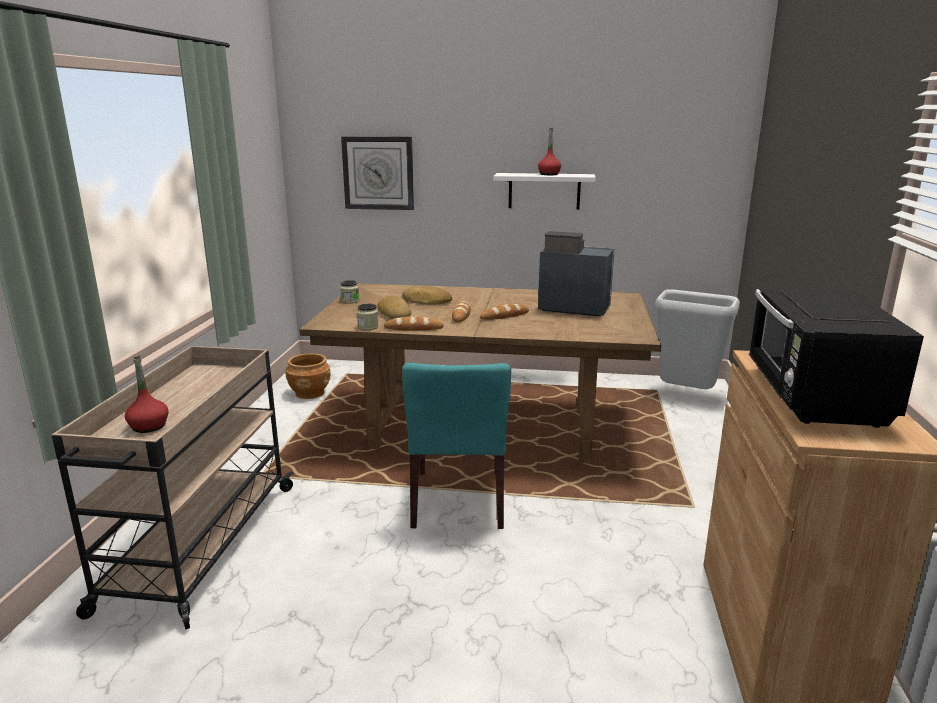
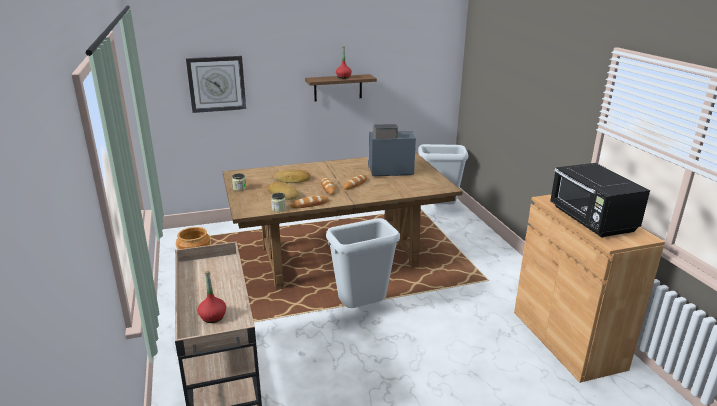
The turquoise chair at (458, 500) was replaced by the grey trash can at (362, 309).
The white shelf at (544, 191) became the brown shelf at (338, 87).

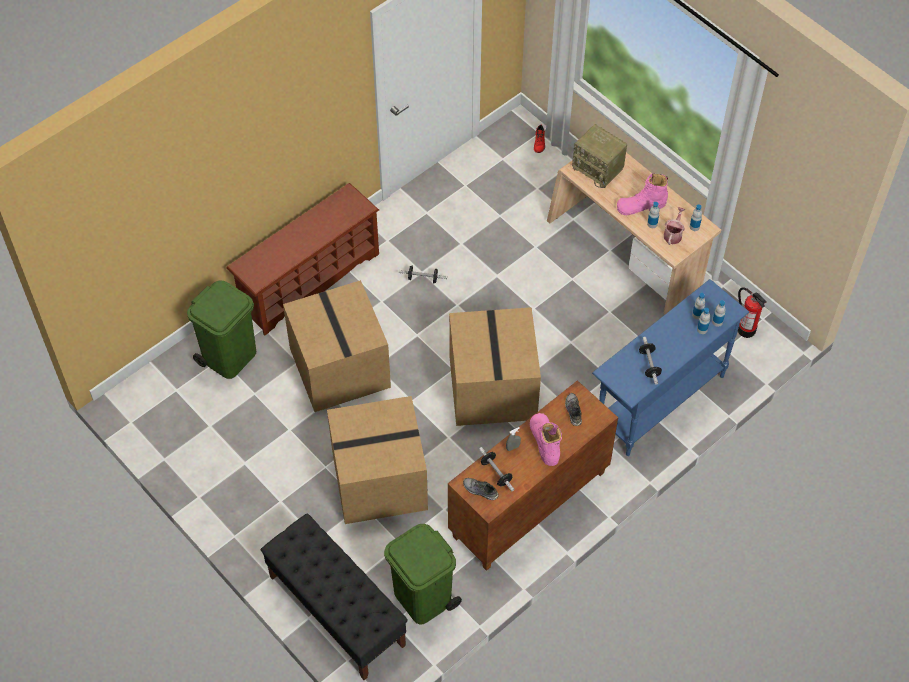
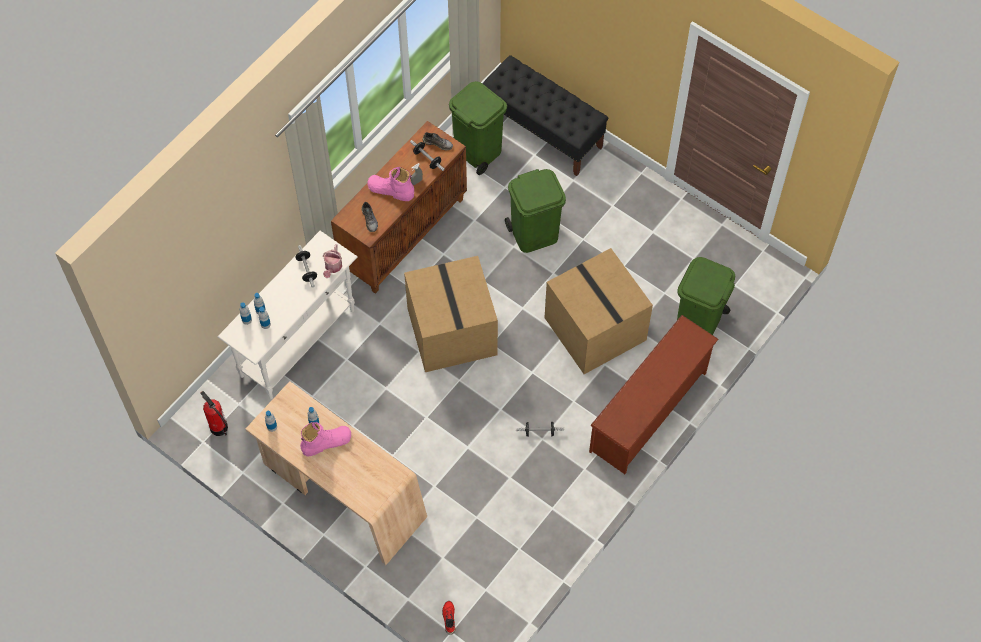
The radio at (599, 168) disappeared.
The watering can moved from (673, 234) to (332, 267).
The cardboard box at (378, 481) was replaced by the green trash can at (535, 234).
The blue console table at (659, 401) became the white console table at (298, 343).
The pink boot at (544, 441) turned 135 degrees clockwise.

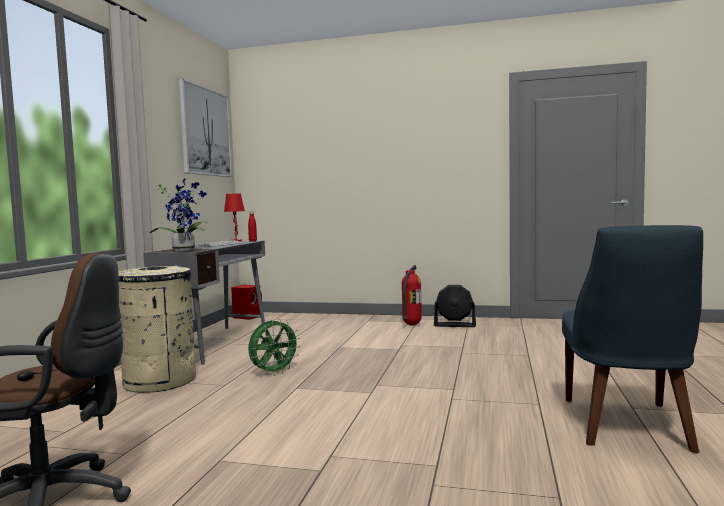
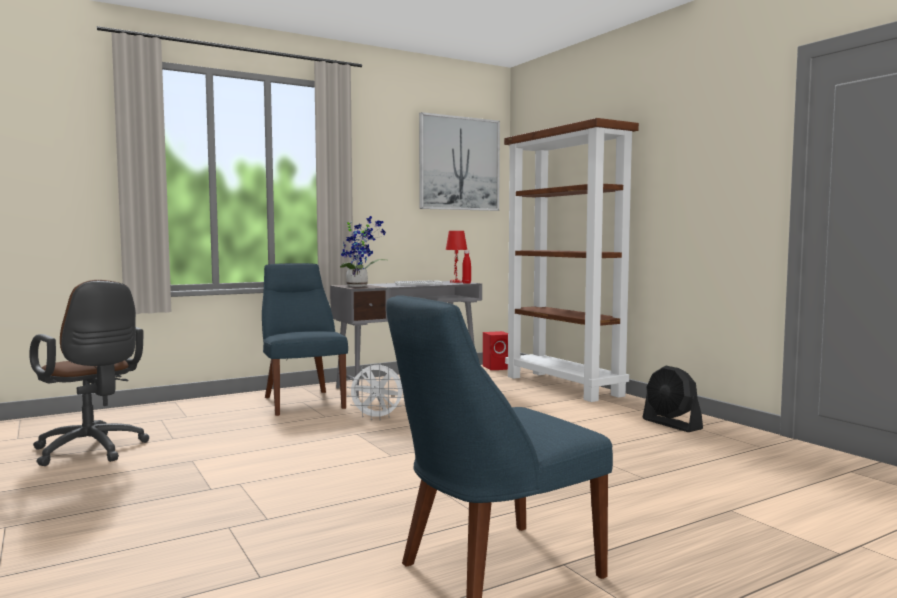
The fire extinguisher at (411, 325) disappeared.
The brown bookcase at (564, 386) appeared.
The beige trash can at (160, 381) was replaced by the blue chair at (302, 401).
The green fan at (274, 373) became the white fan at (377, 418).

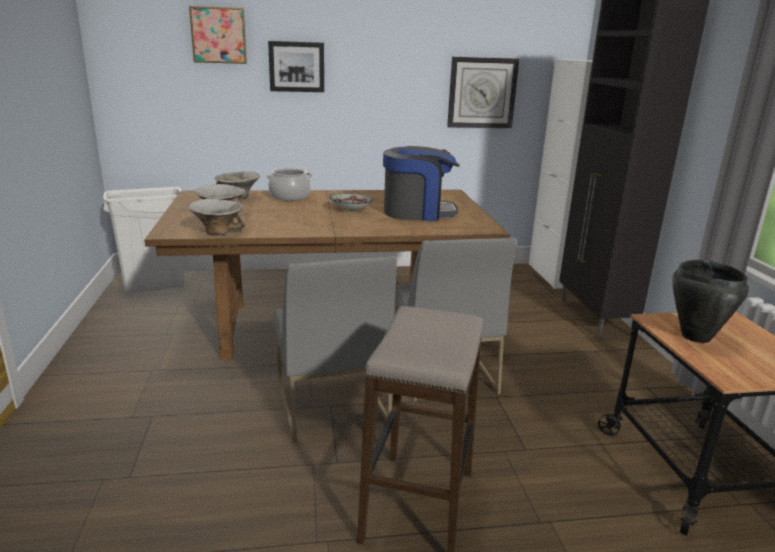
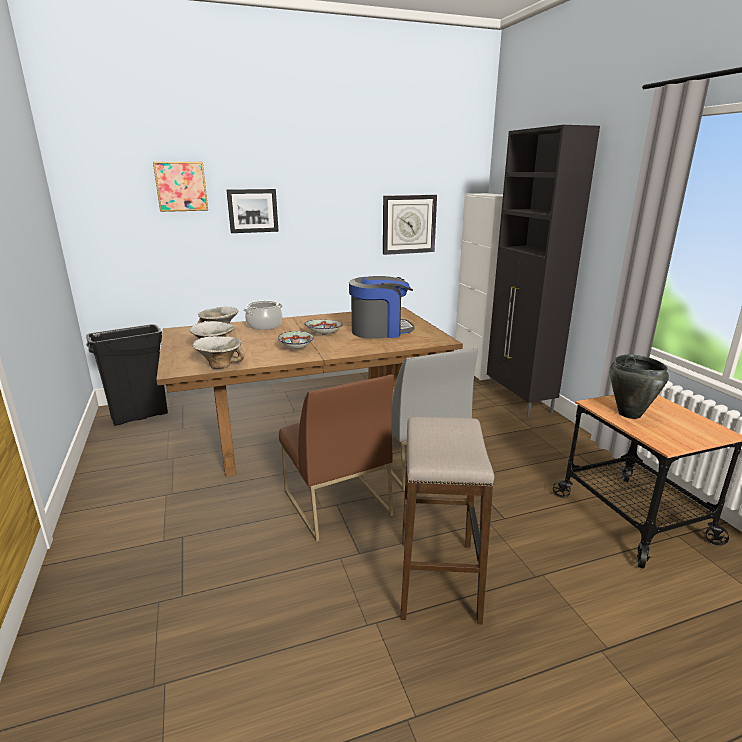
The bowl at (296, 348) appeared.
The white trash can at (155, 287) became the black trash can at (140, 416).
The grey chair at (330, 403) became the brown chair at (335, 502).

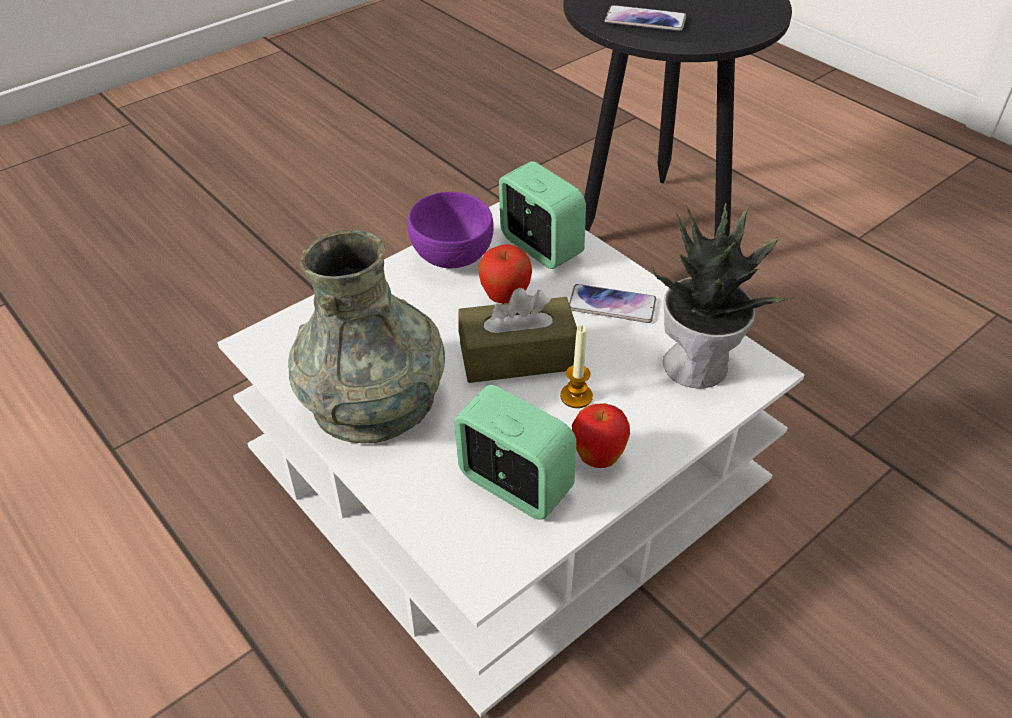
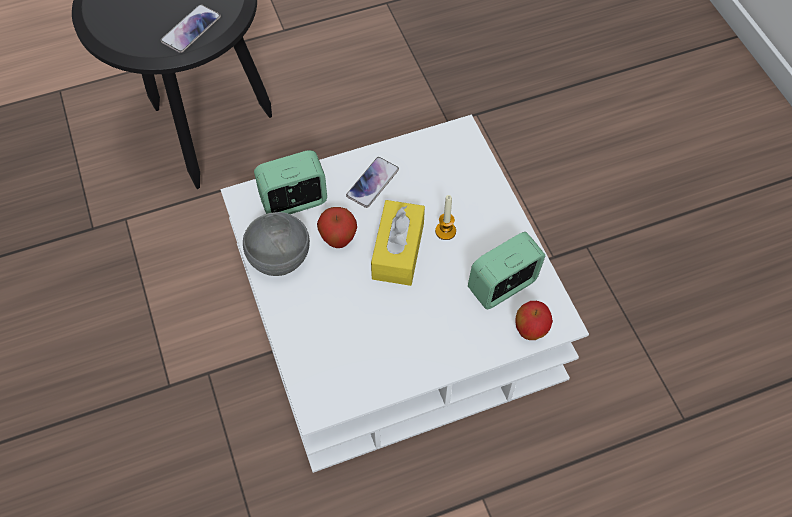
The grey vase at (374, 401) disappeared.
The potted plant at (698, 365) disappeared.
The apple moved from (597, 459) to (530, 331).
The purple bowl at (451, 257) became the grey bowl at (278, 259).
The brown tissue box at (517, 356) became the yellow tissue box at (398, 251).

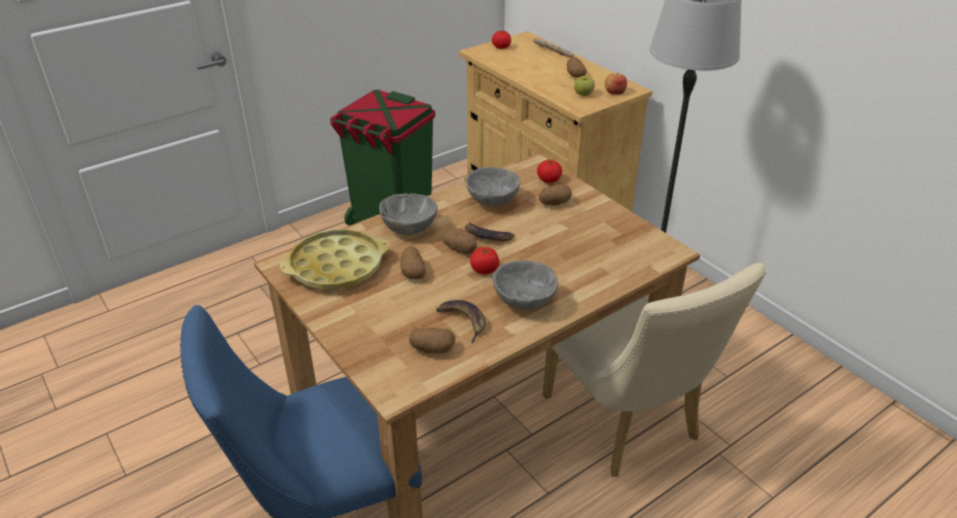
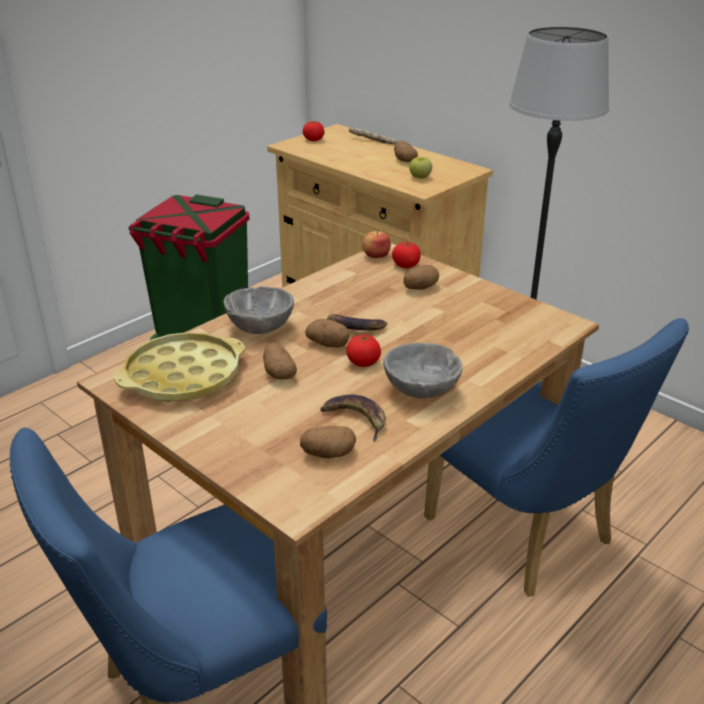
The grey bowl at (493, 201) disappeared.
The apple moved from (614, 92) to (376, 255).
The beige chair at (627, 425) became the blue chair at (528, 537).

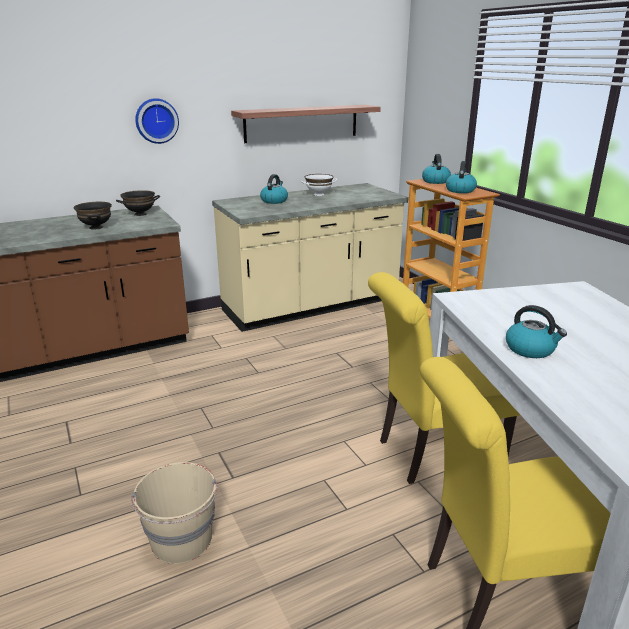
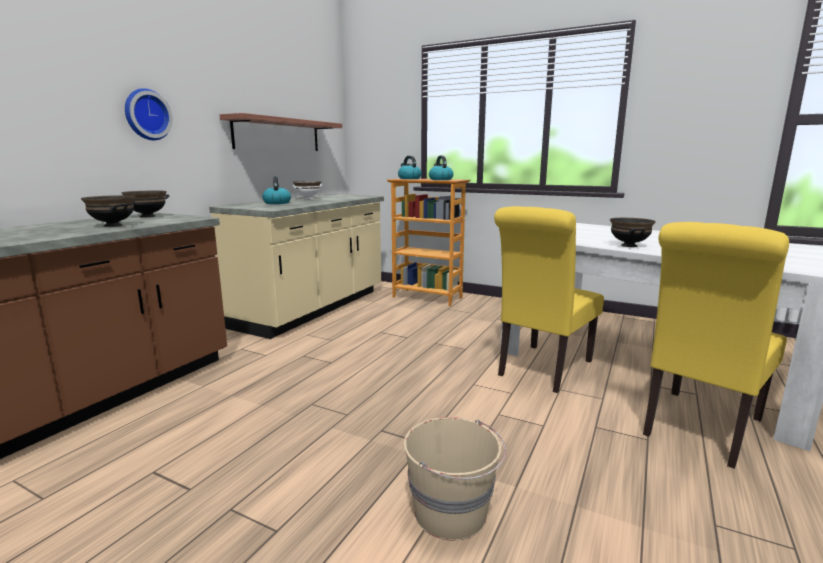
The kettle at (531, 349) was replaced by the black bowl at (628, 245).

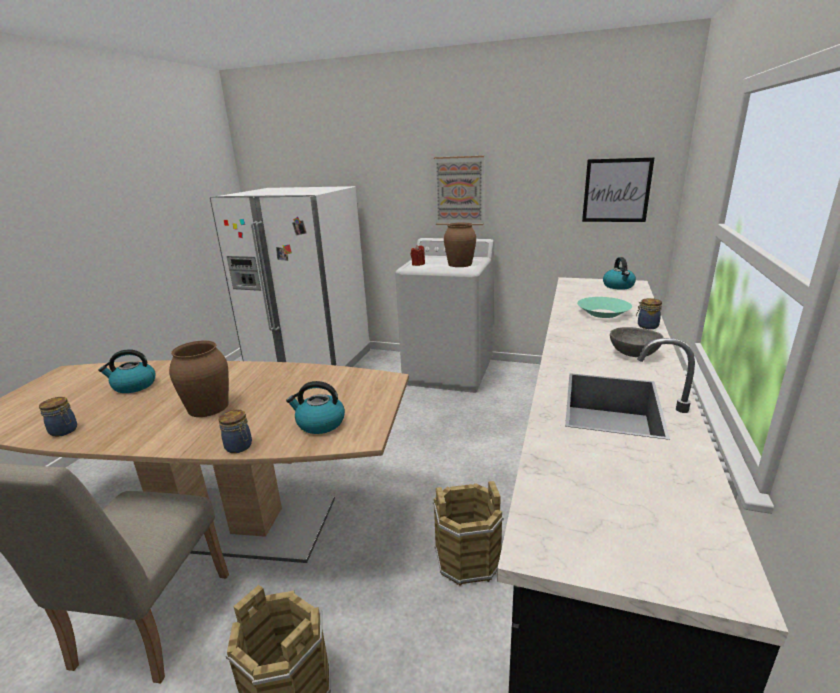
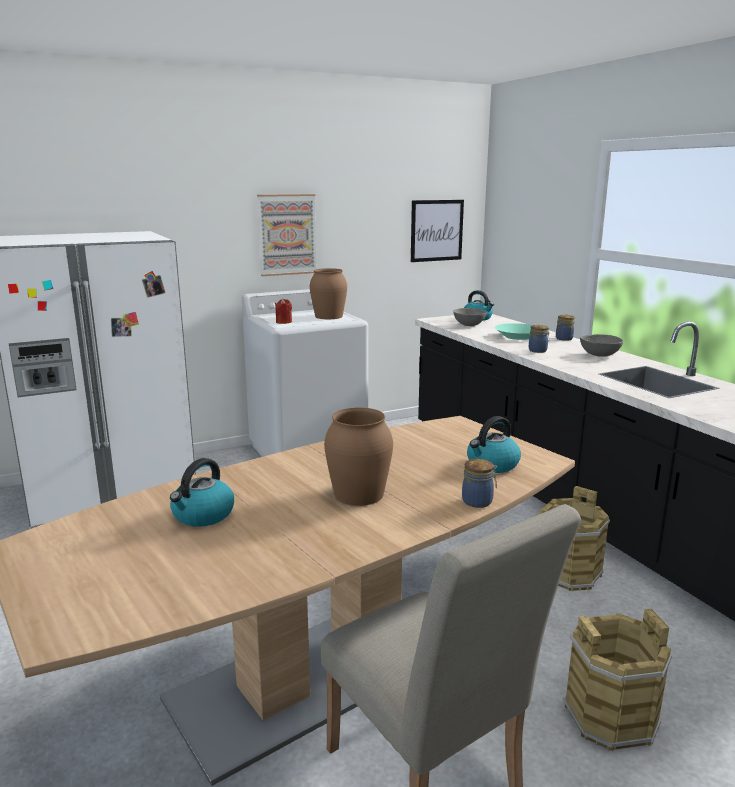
The grey bowl at (469, 325) appeared.
The jar moved from (64, 431) to (538, 350).

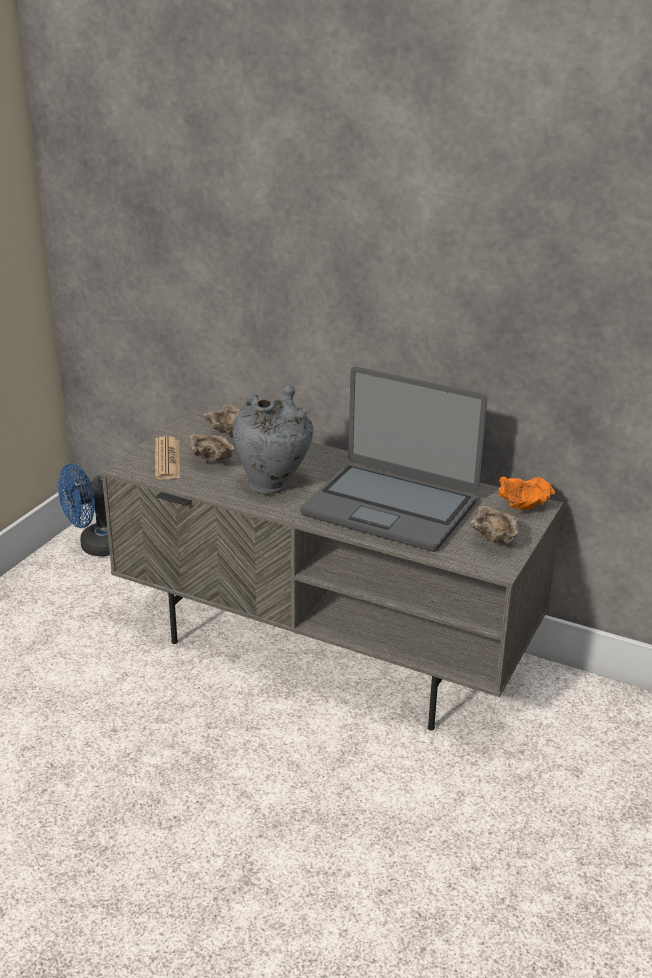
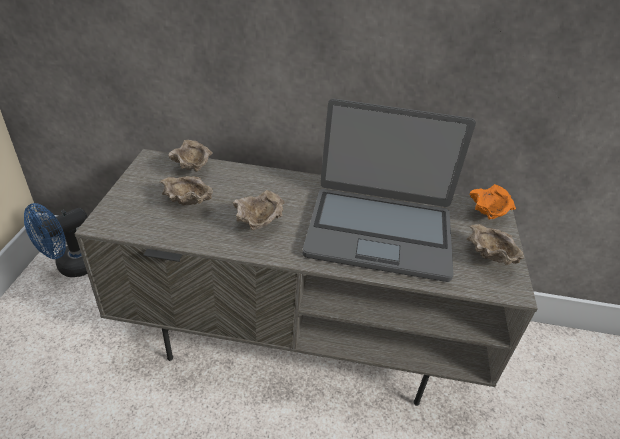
The newspaper at (167, 459) disappeared.
The grey vase at (273, 486) was replaced by the beige bowl at (260, 224).

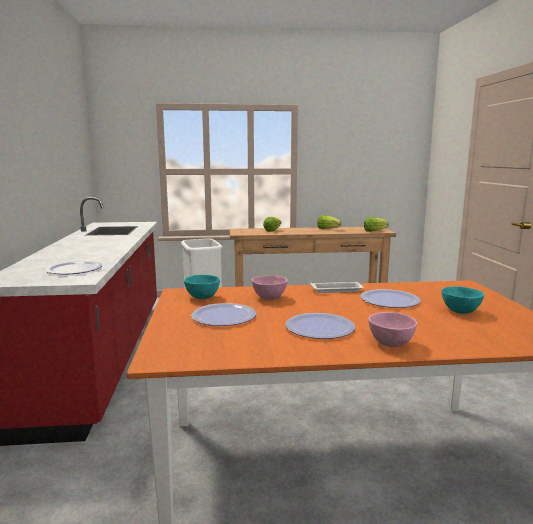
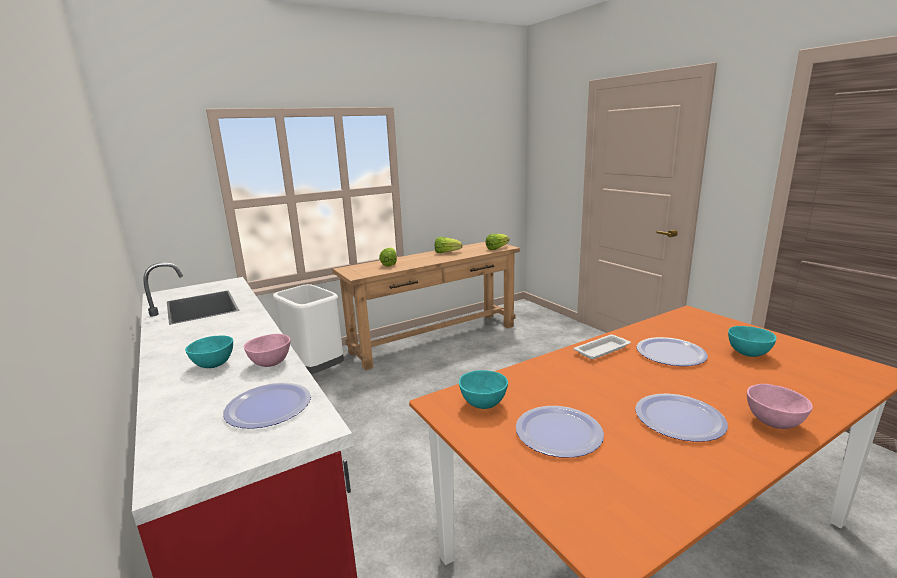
The turquoise bowl at (213, 365) appeared.
The pink bowl moved from (269, 298) to (270, 363).

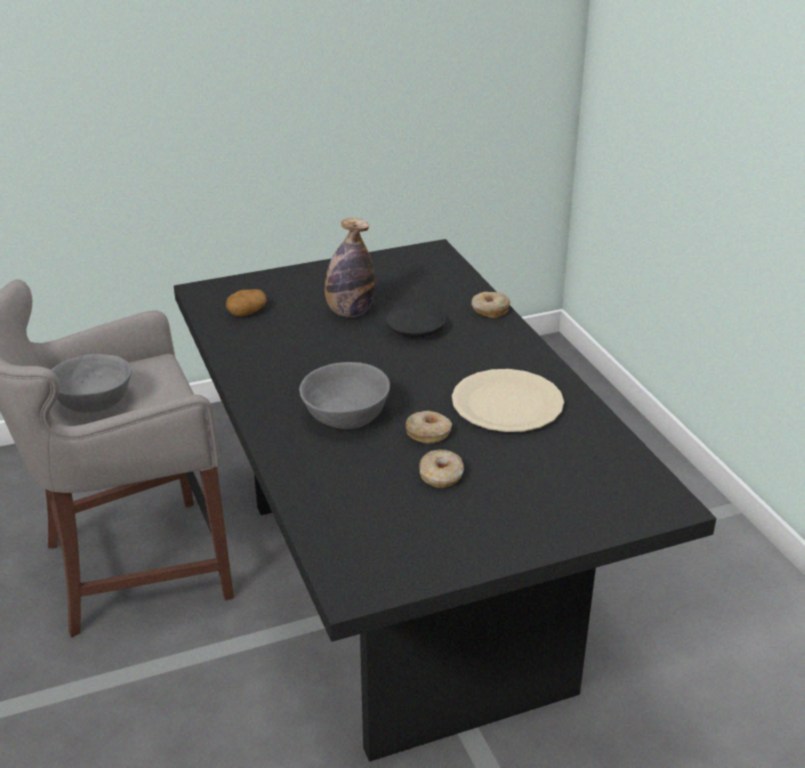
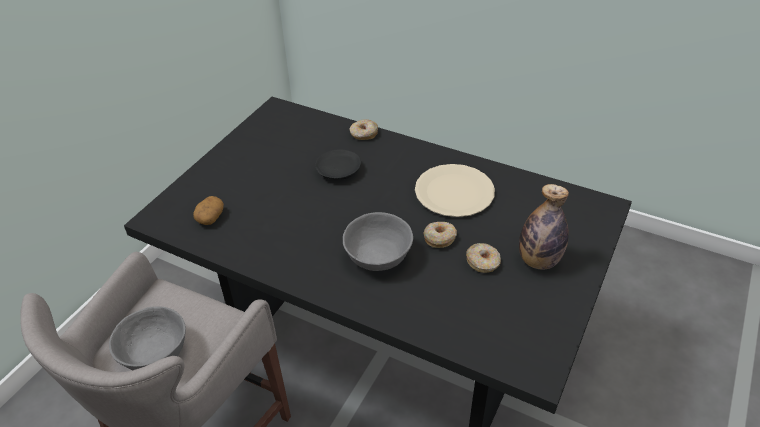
The bottle moved from (350, 312) to (538, 261).

